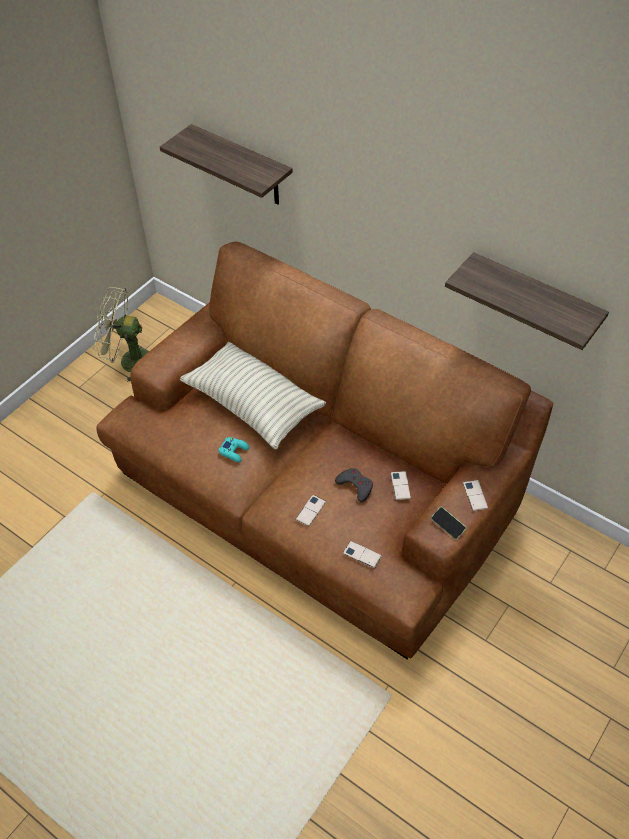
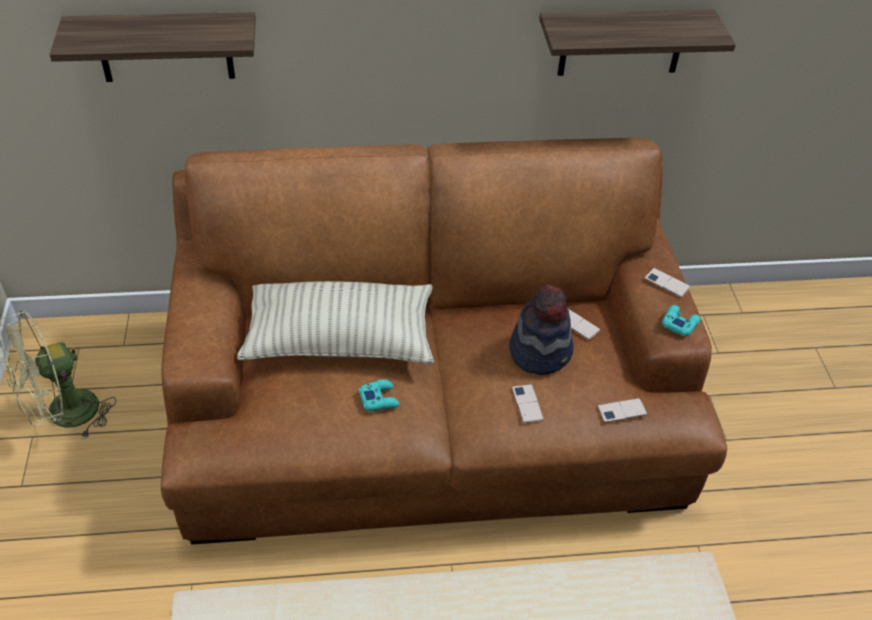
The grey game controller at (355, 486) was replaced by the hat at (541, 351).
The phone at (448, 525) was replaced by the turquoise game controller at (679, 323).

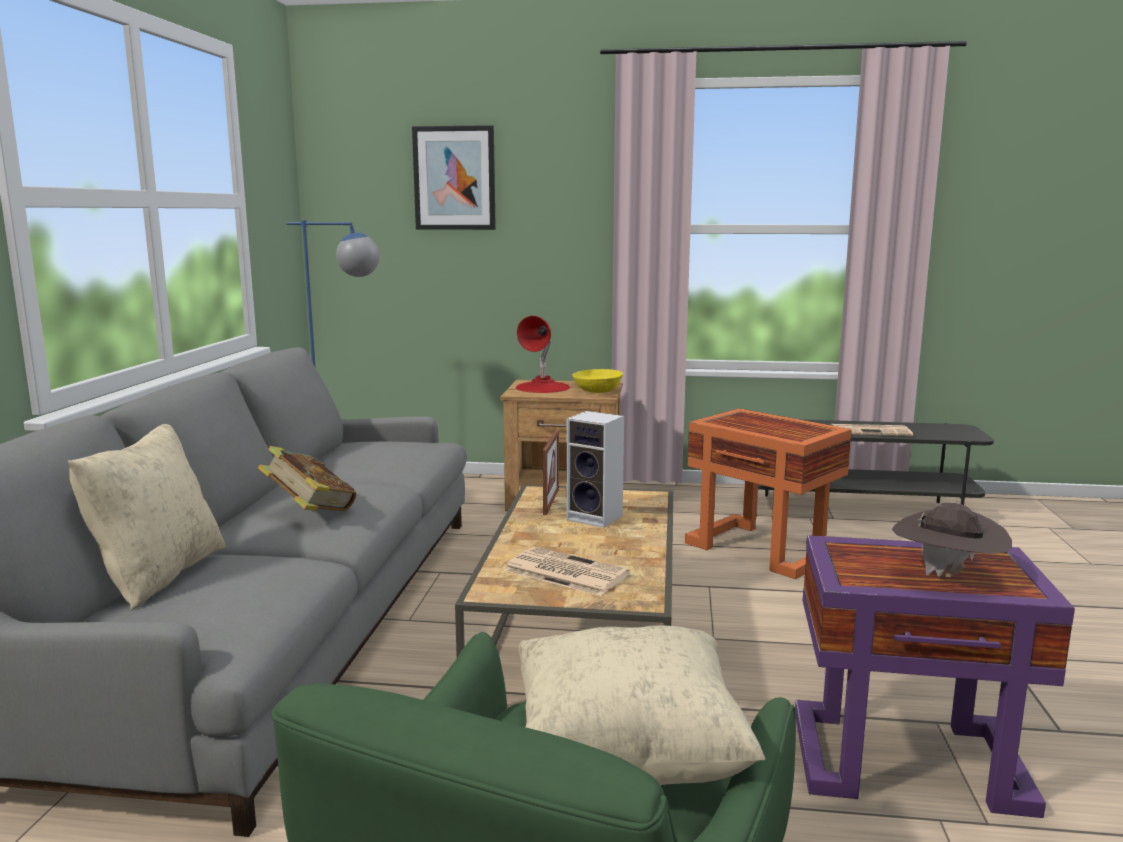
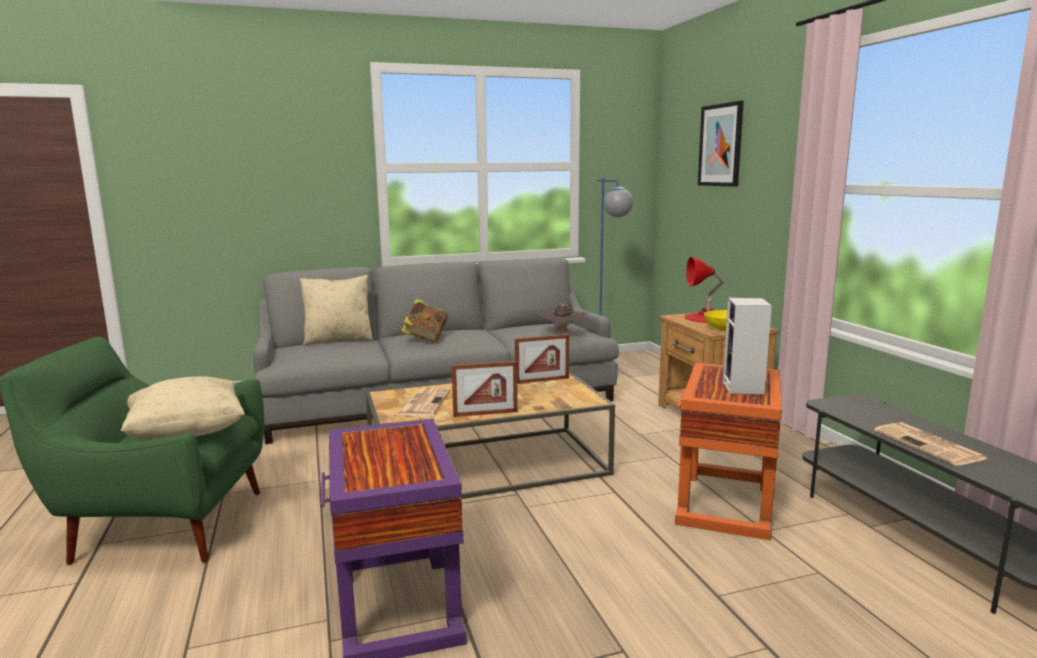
The picture frame at (485, 414) appeared.
The speaker moved from (597, 518) to (744, 388).
The brown hat moved from (947, 576) to (562, 333).

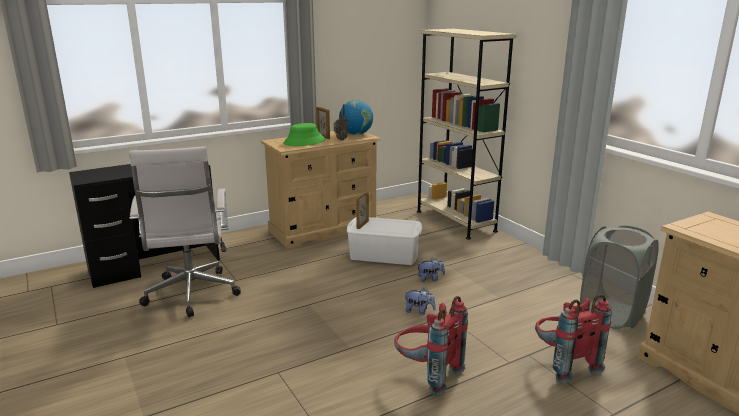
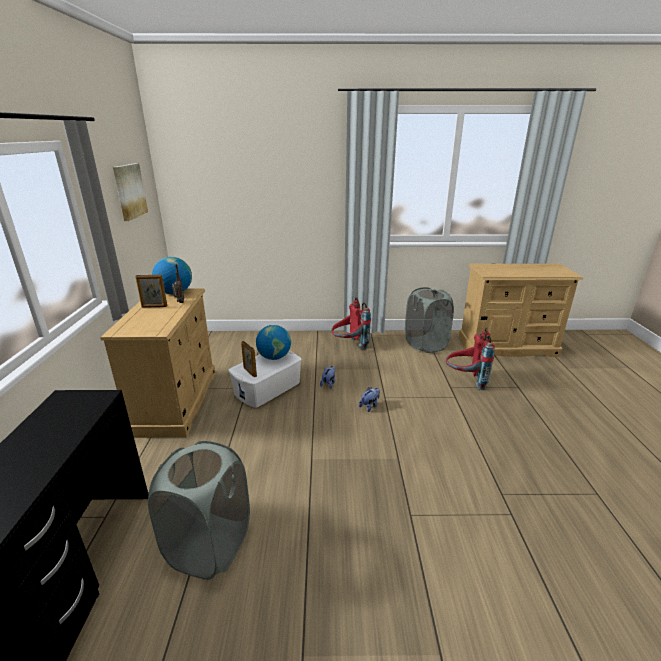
The green hat at (304, 142) disappeared.
The beige bookcase at (455, 221) disappeared.
The picture at (129, 191) appeared.
The globe at (274, 357) appeared.
The red backpack moved from (427, 374) to (349, 346).
The white office chair at (191, 295) was replaced by the grey laundry basket at (210, 546).

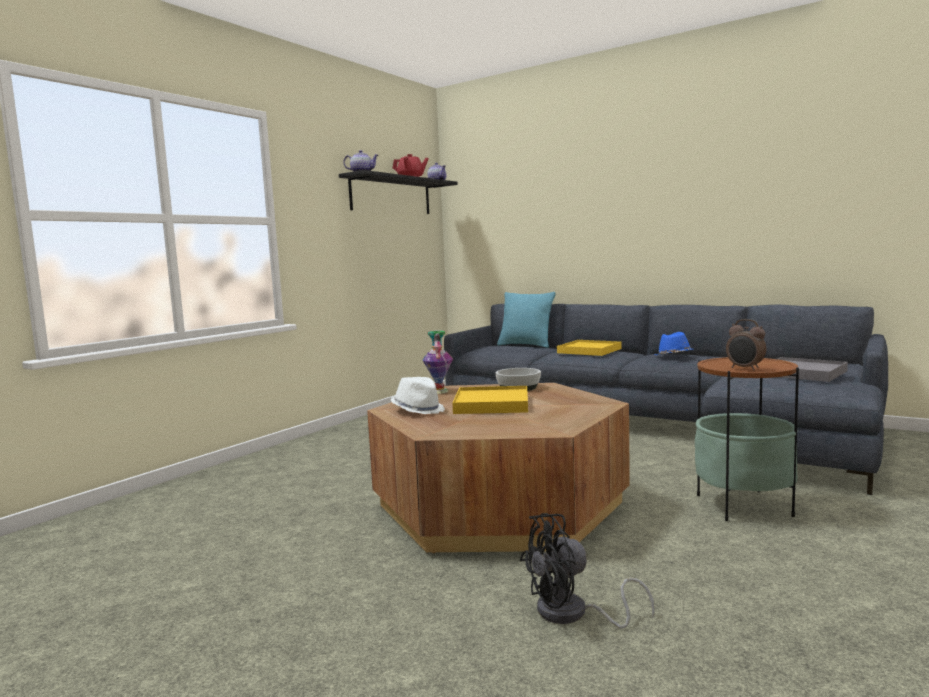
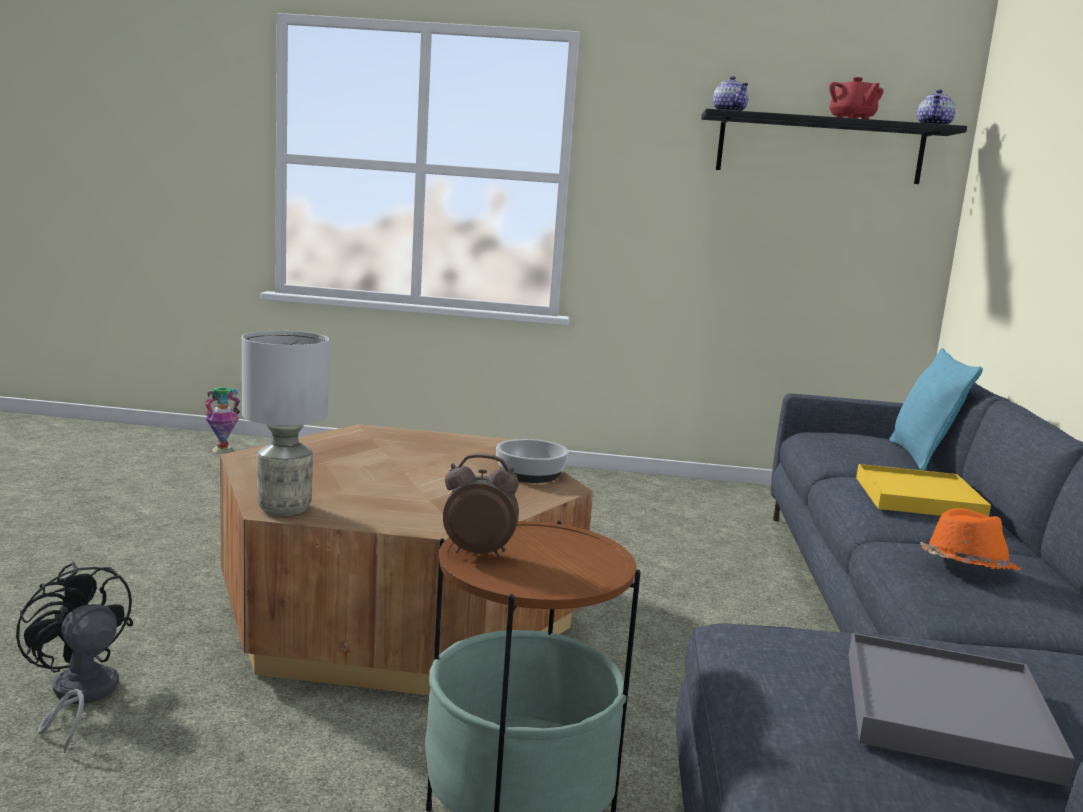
The white hat at (418, 410) disappeared.
The yellow tray at (491, 404) disappeared.
The grey table lamp at (283, 509) appeared.
The vase moved from (438, 391) to (223, 450).
The blue hat at (673, 356) became the orange hat at (965, 567).
The alarm clock at (745, 368) turned 75 degrees clockwise.

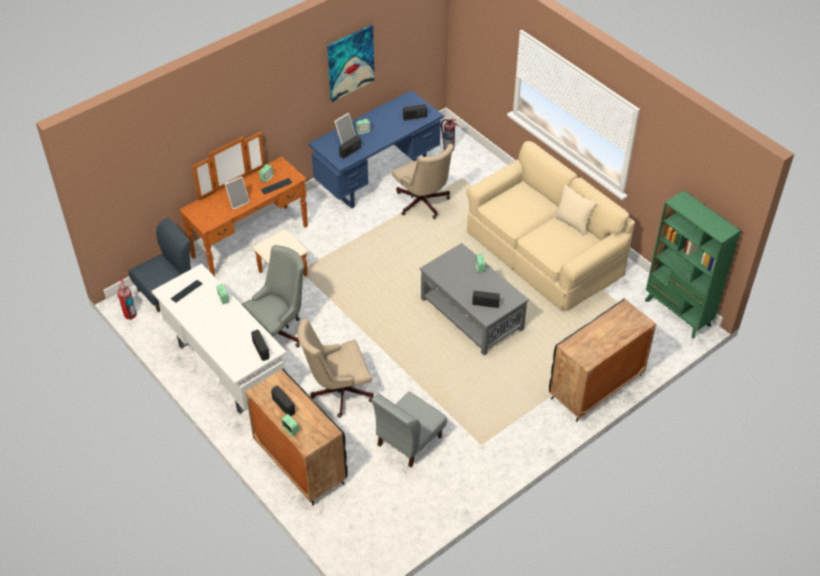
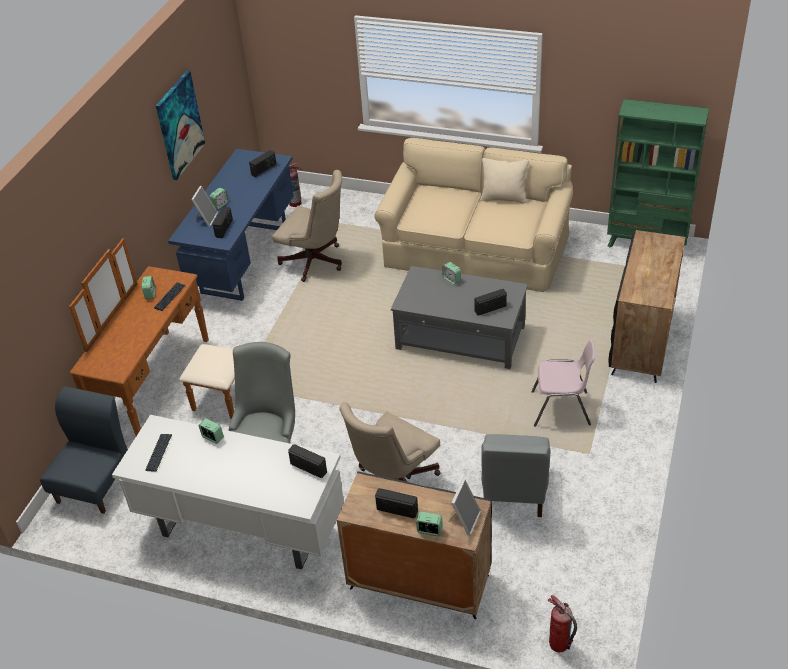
The pink chair at (561, 409) appeared.
The fire extinguisher moved from (130, 315) to (559, 644).
The picture frame moved from (238, 202) to (464, 520).

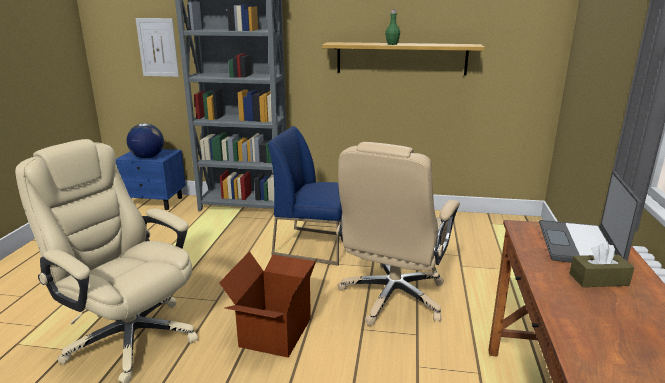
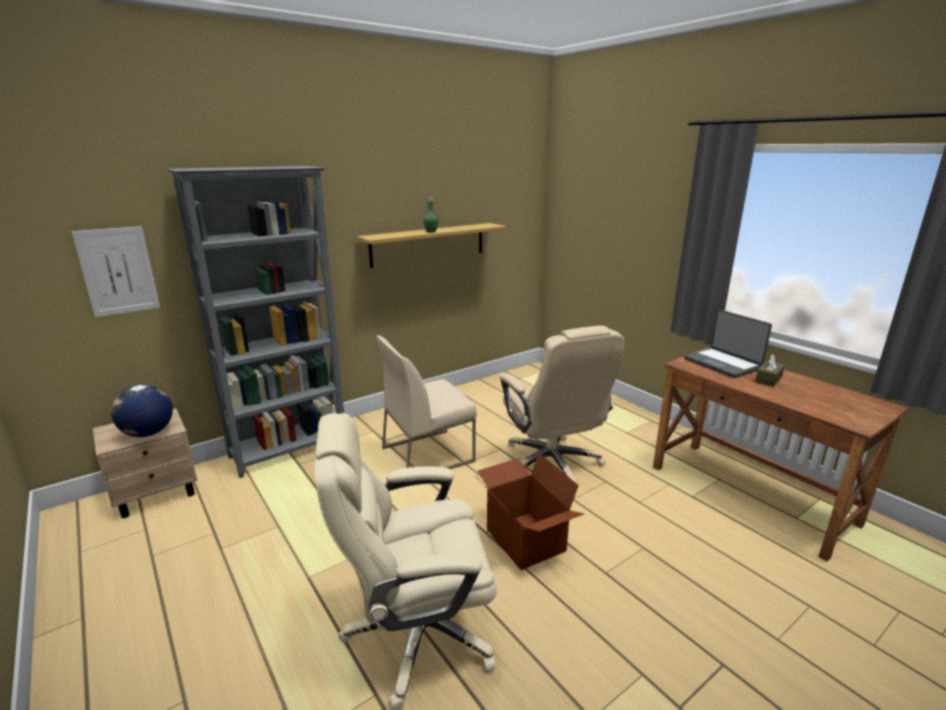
The blue nightstand at (156, 202) became the beige nightstand at (157, 493).
The blue chair at (315, 245) became the beige chair at (428, 454).

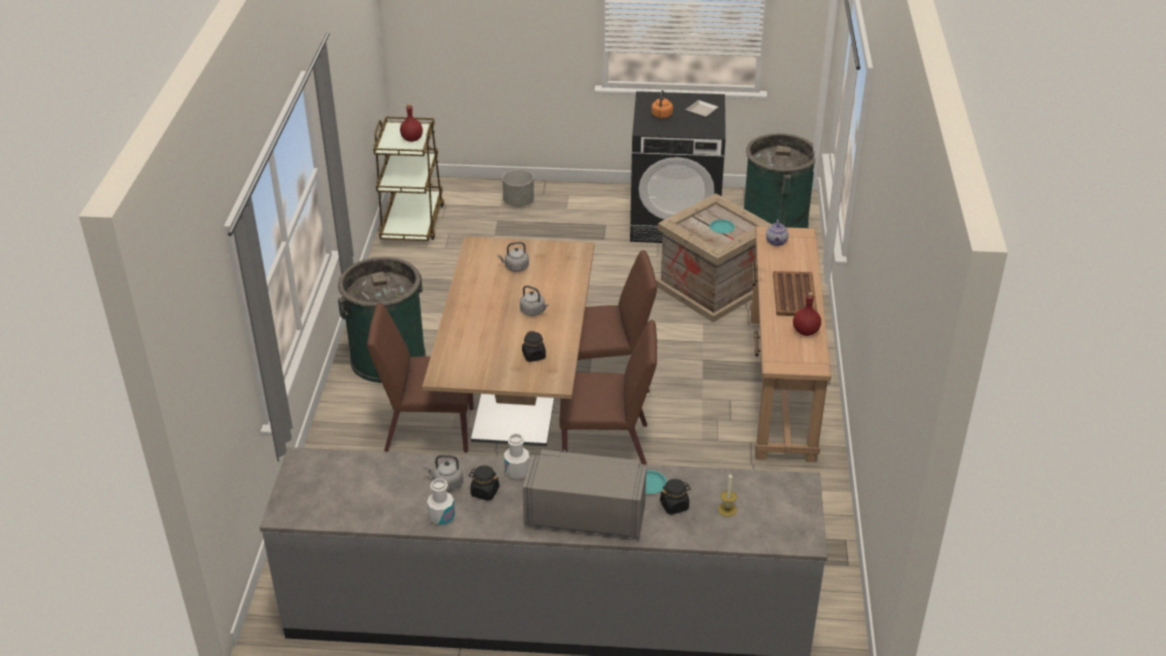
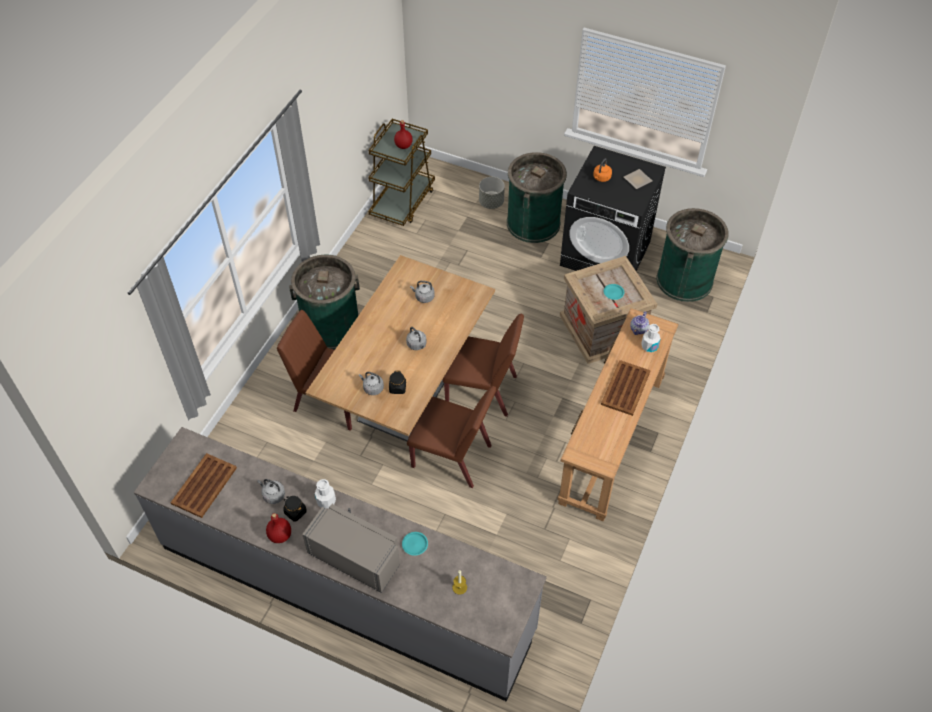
The black jar at (674, 505) disappeared.
The brown tray at (203, 486) appeared.
The grey kettle at (372, 388) appeared.
The green trash can at (533, 223) appeared.
The white bottle moved from (442, 517) to (649, 346).
The red bottle moved from (806, 332) to (280, 536).

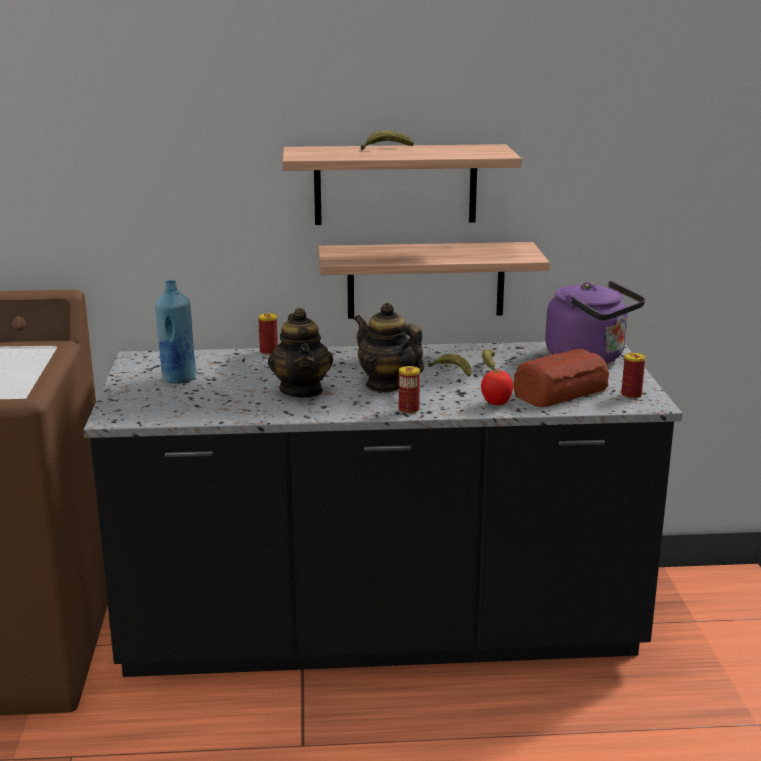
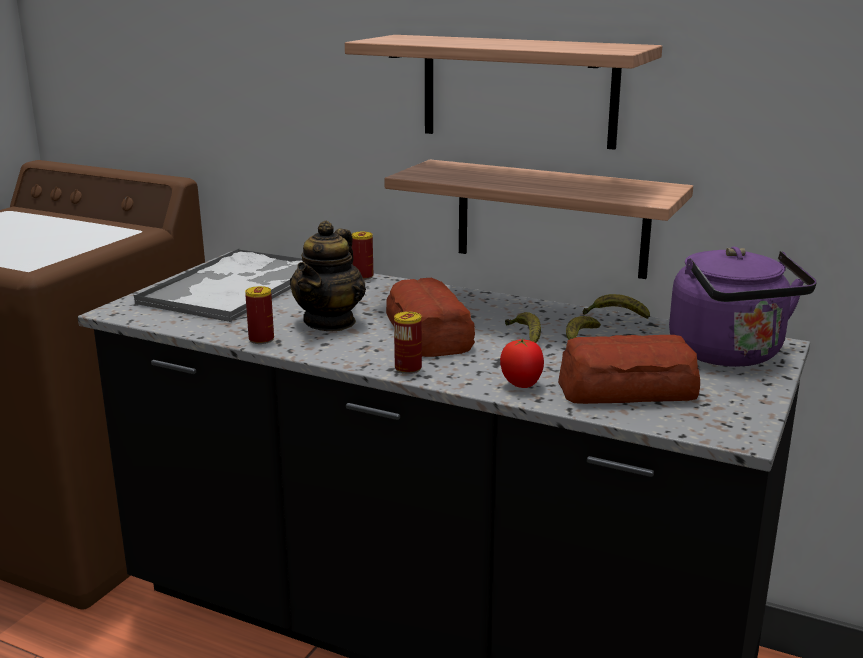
The banana moved from (386, 148) to (616, 316).
The can moved from (631, 395) to (261, 339).
The blue bottle at (178, 379) was replaced by the tray at (236, 286).
The teapot at (387, 385) was replaced by the bread at (428, 335).

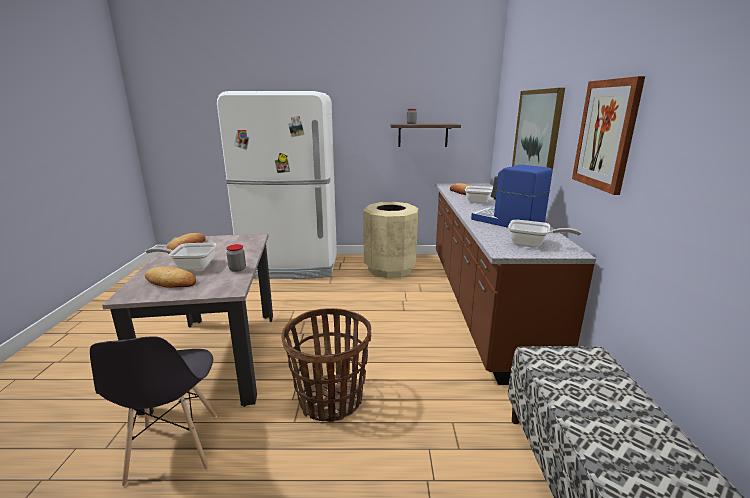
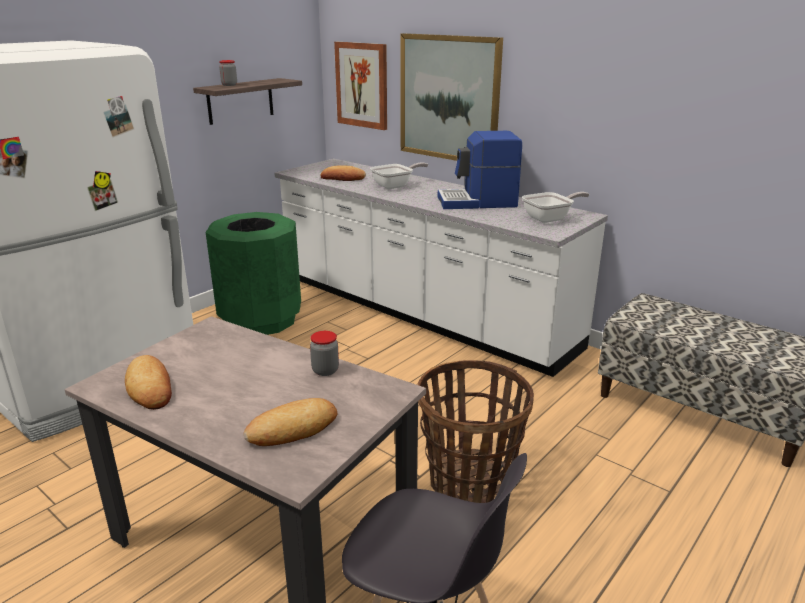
The frying pan at (191, 266) disappeared.
The picture moved from (606, 135) to (362, 85).
The beige trash can at (390, 269) became the green trash can at (261, 319).
The brown counter at (480, 303) became the white counter at (421, 313).

